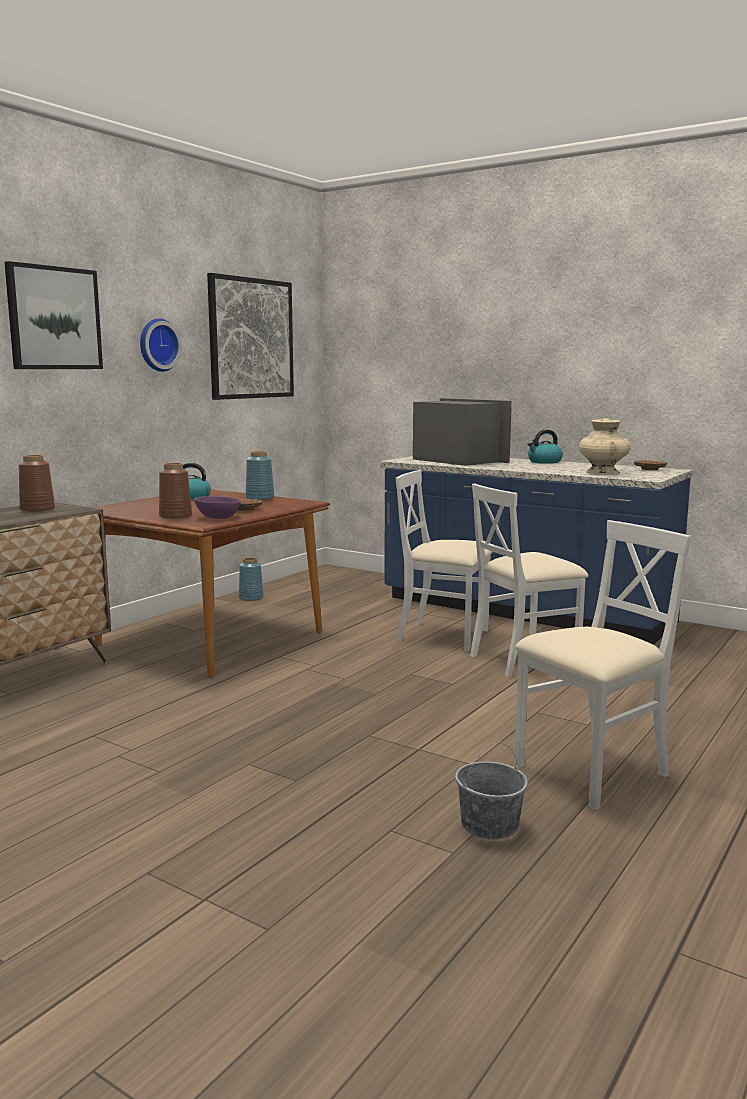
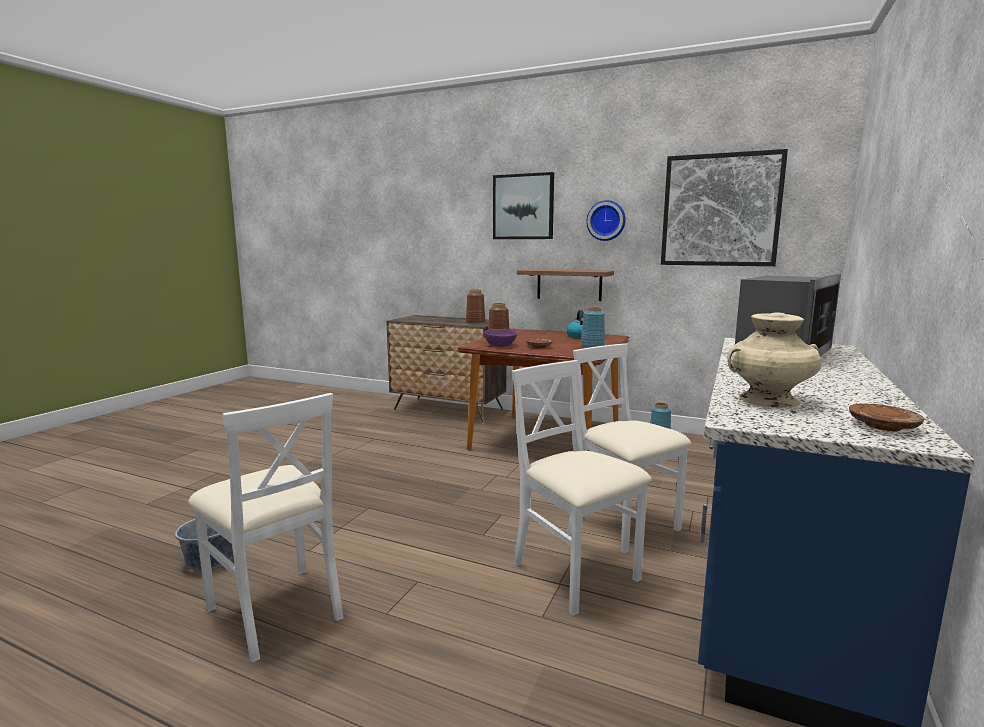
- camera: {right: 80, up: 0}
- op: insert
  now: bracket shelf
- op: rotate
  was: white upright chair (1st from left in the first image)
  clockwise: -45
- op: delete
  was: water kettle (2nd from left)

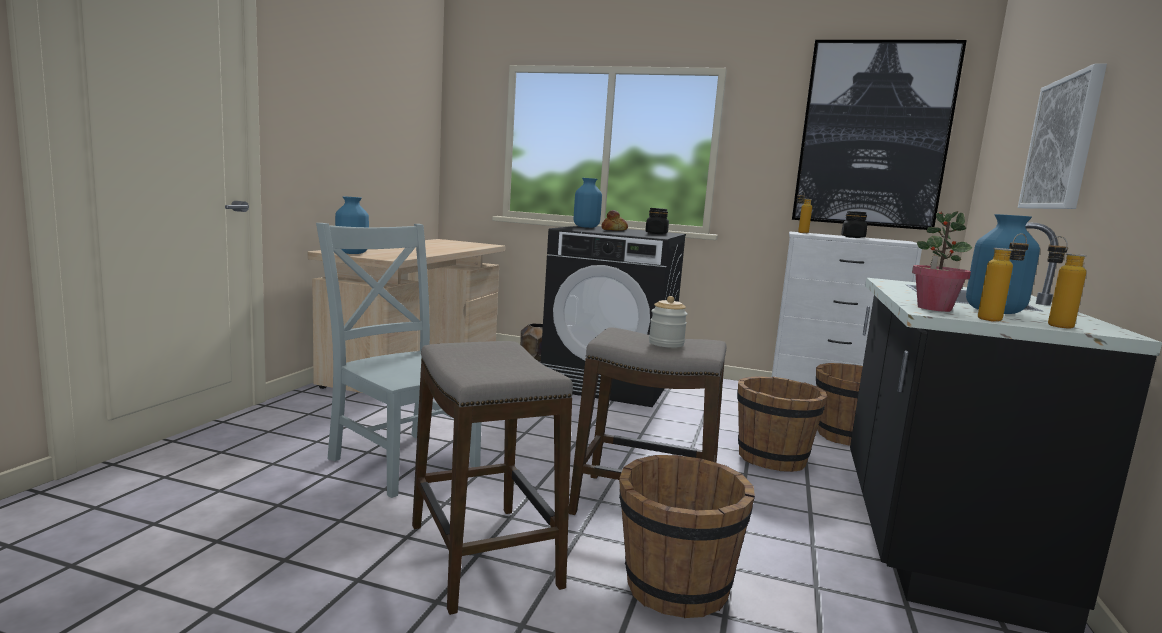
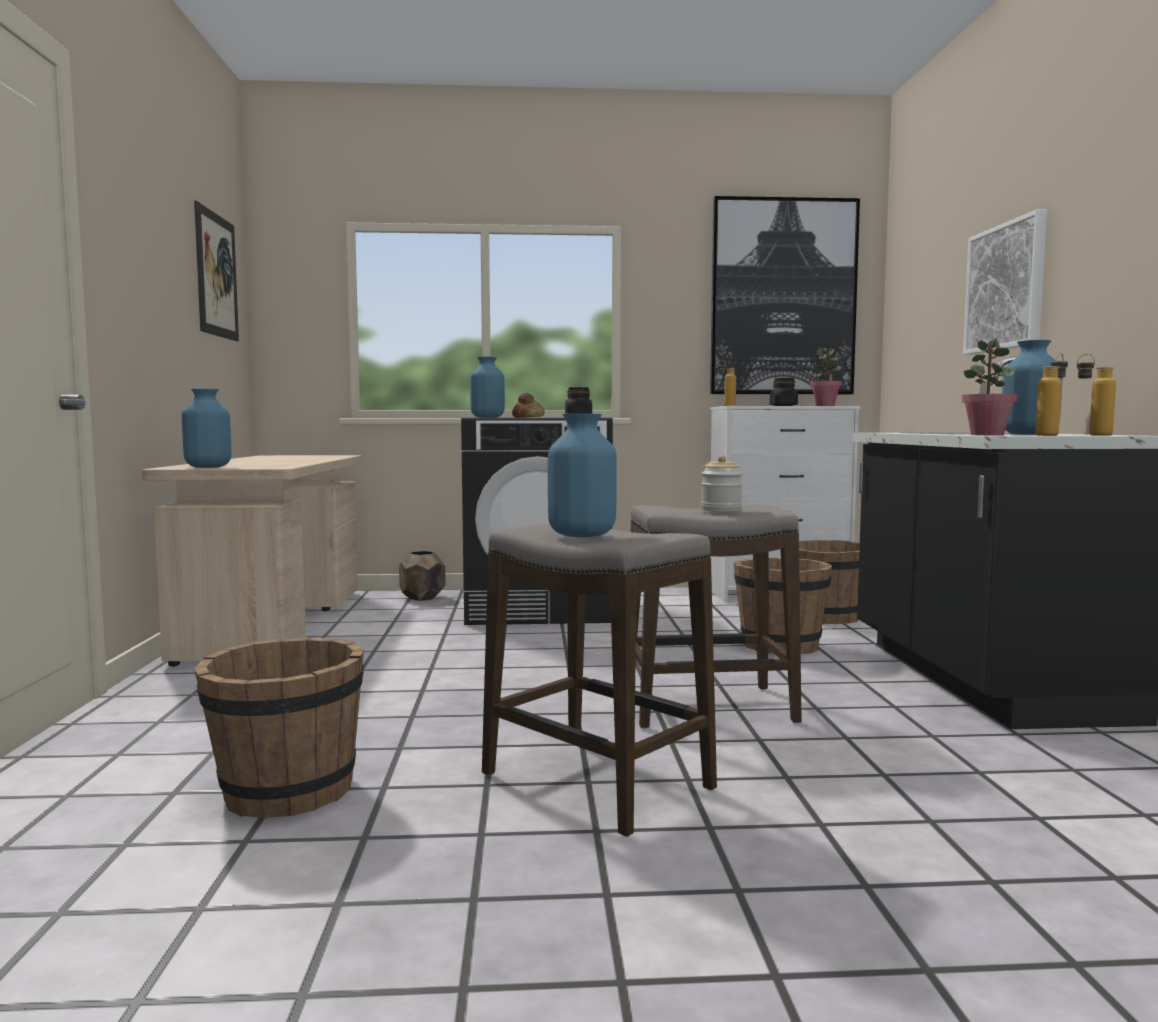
- camera: {right: -20, up: -5}
- op: insert
  now: wall art (1st from left)
- op: move
  was: brown water bucket (1st from left)
- op: insert
  now: blue-coloured decorative vase (3rd from left)
- op: insert
  now: potted plant (1st from left)
- op: delete
  was: grey upright chair

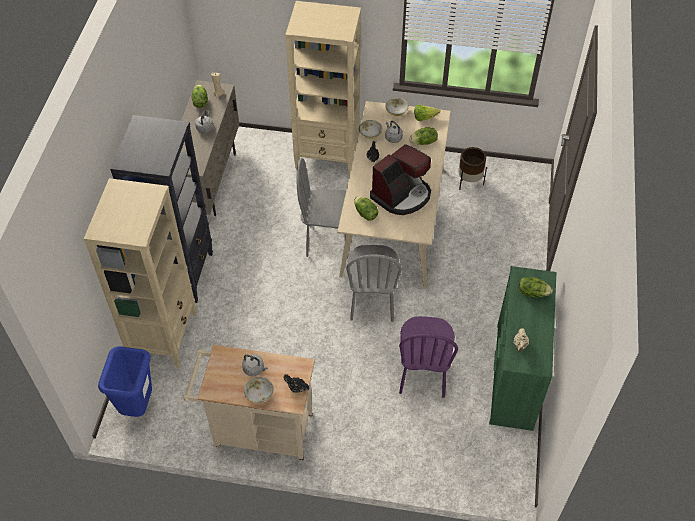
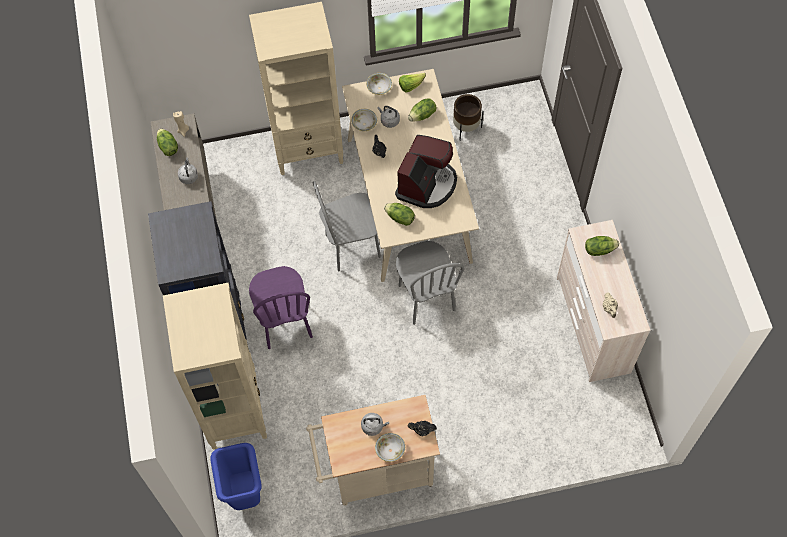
- camera: {right: -20, up: 10}
- op: move
  was: purple upright chair
- op: recolor
  was: greenish drawer chest
  now: beige-coloured drawer chest

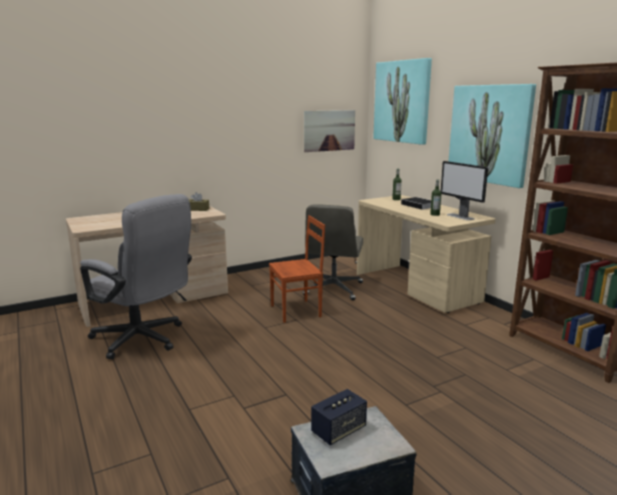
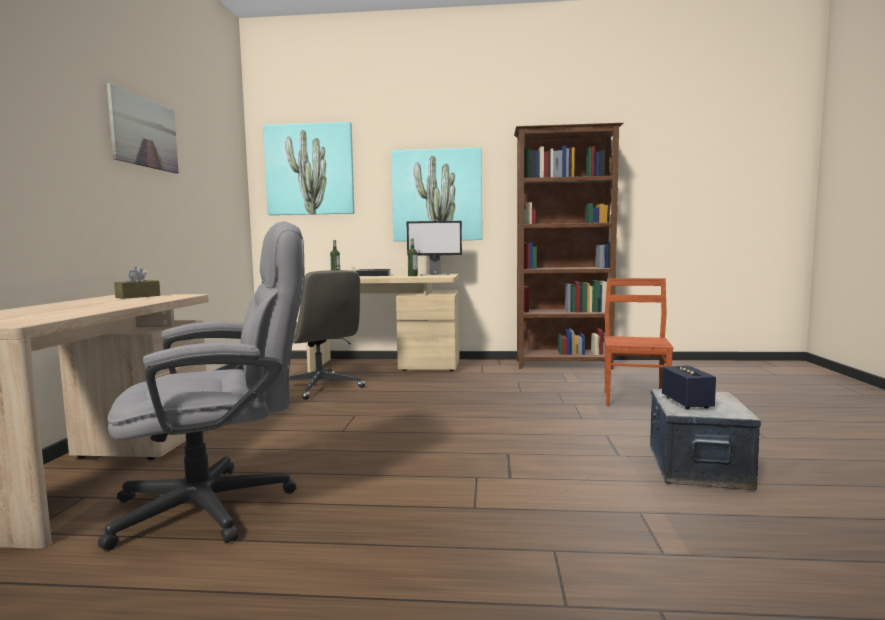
- camera: {right: -55, up: -10}
- op: move
  was: wall art (1st from left)
- op: move
  was: brown upright chair

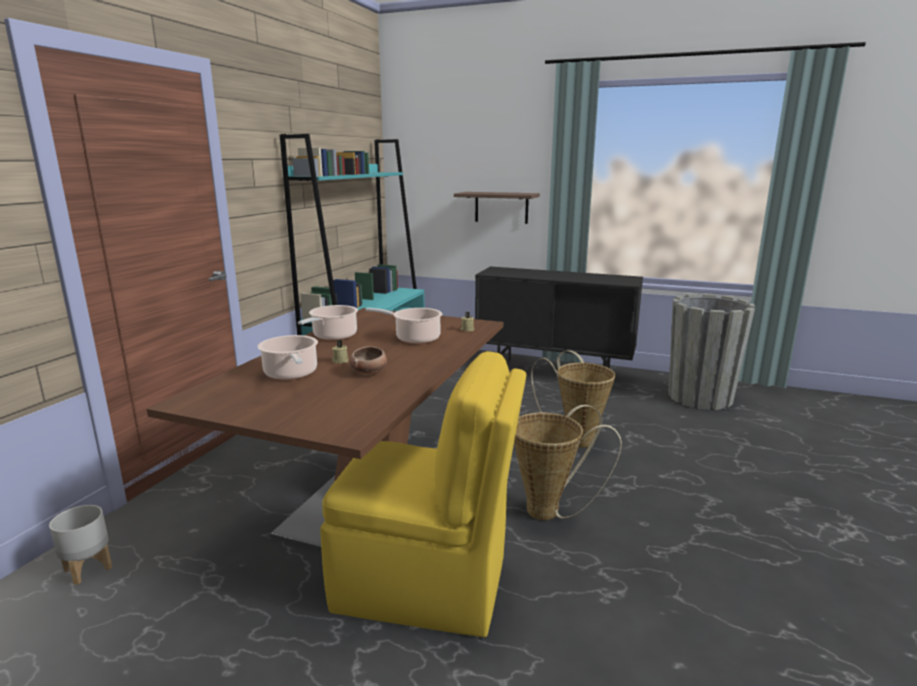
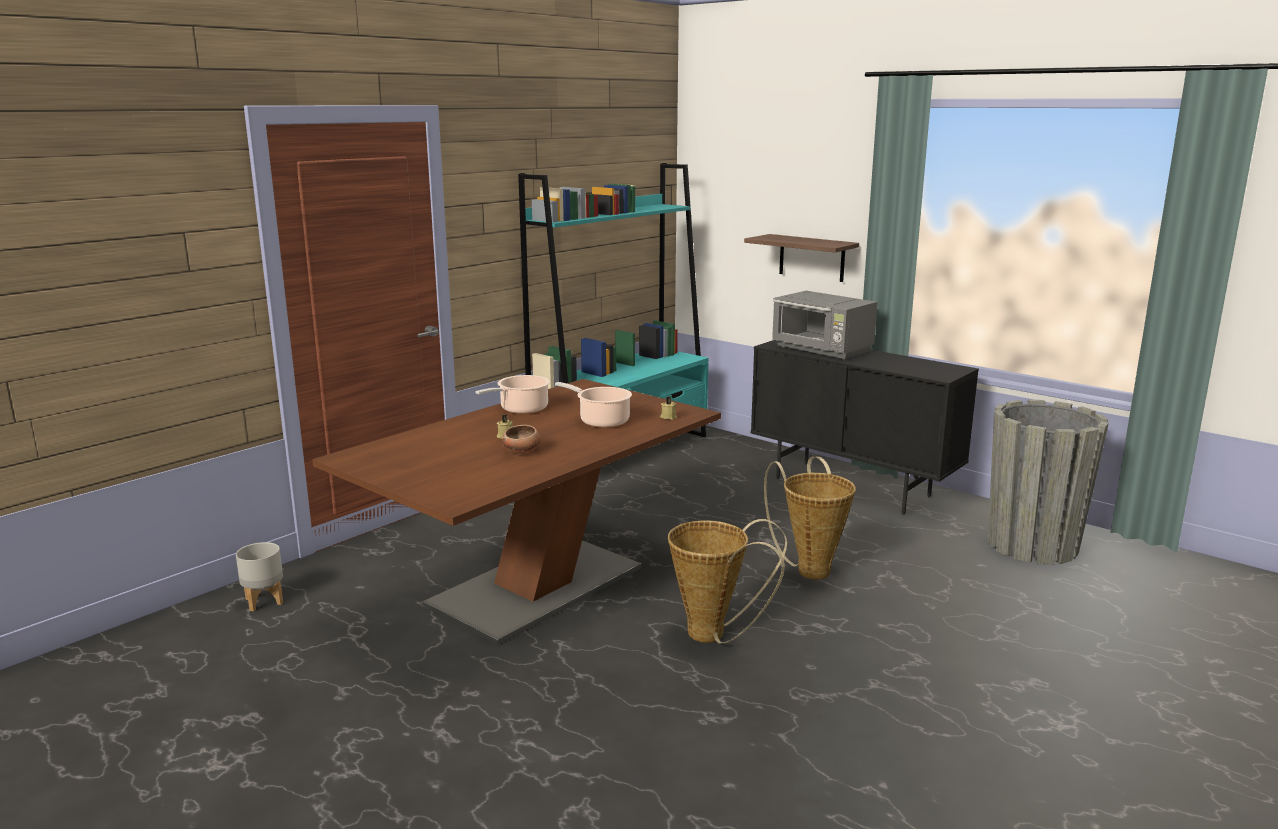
- camera: {right: 20, up: 0}
- op: insert
  now: grey microwave oven
- op: delete
  was: cooking pot (1st from left)
- op: delete
  was: yellow upright chair

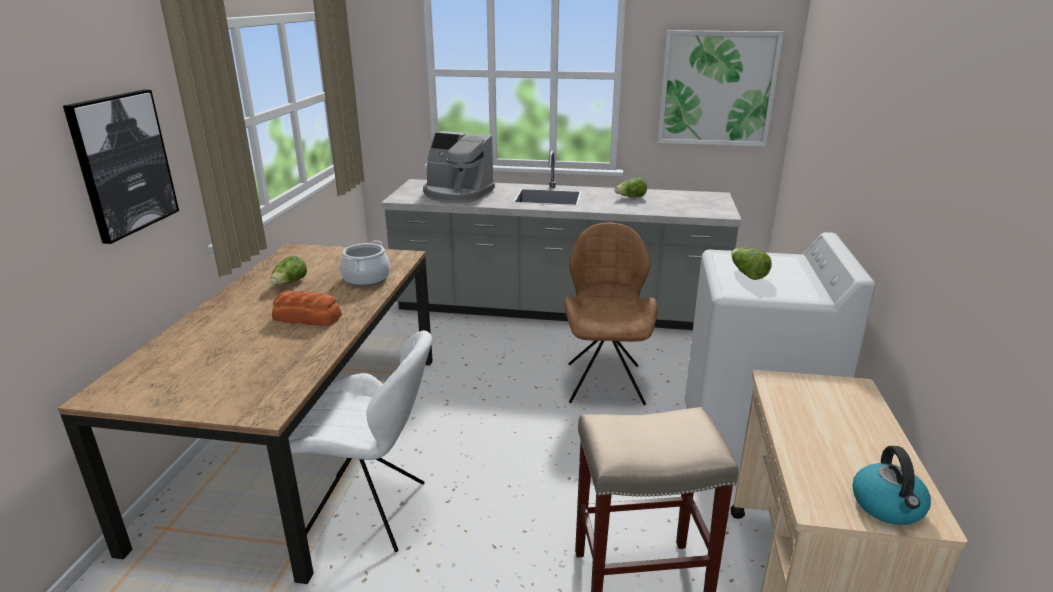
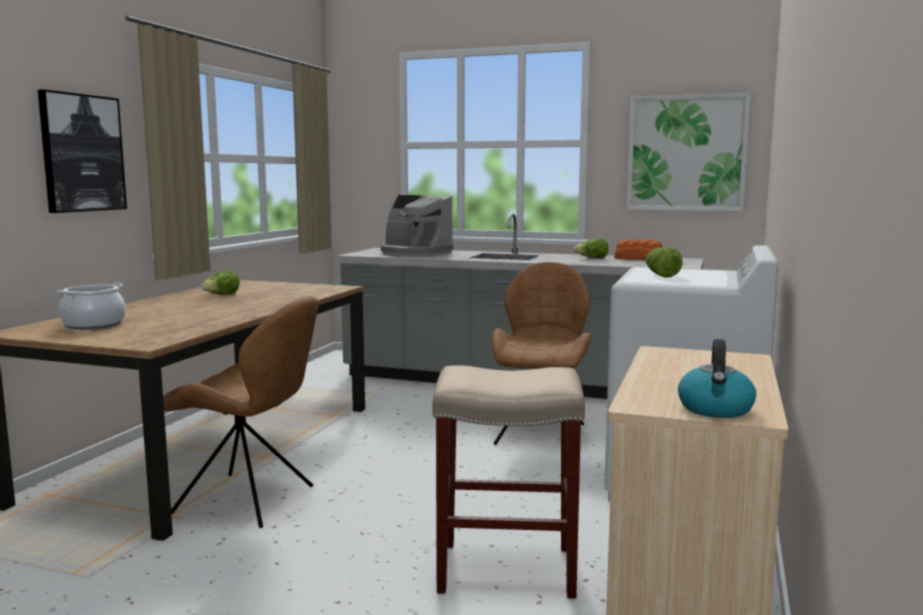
- camera: {right: 10, up: -15}
- op: move
  was: cooking pot
- op: recolor
  was: white upright chair
  now: brown upright chair (1st from left)
- op: move
  was: bread

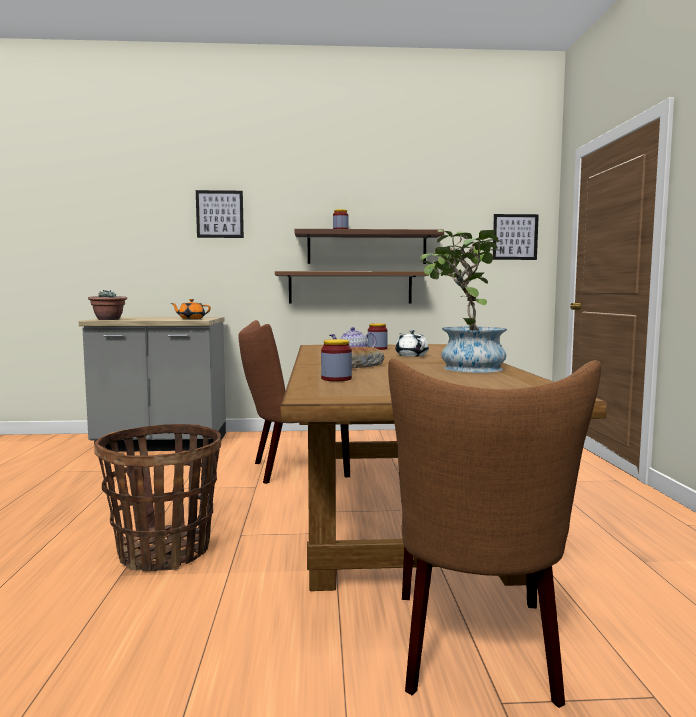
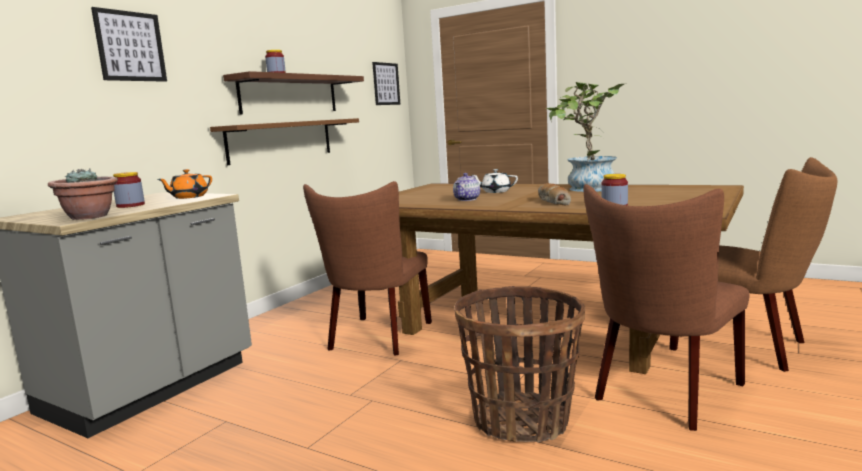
- camera: {right: -55, up: 5}
- op: move
  was: preserve jar (3rd from left in the first image)
  now: preserve jar (1st from left)
- op: insert
  now: brown upright chair (2nd from left)

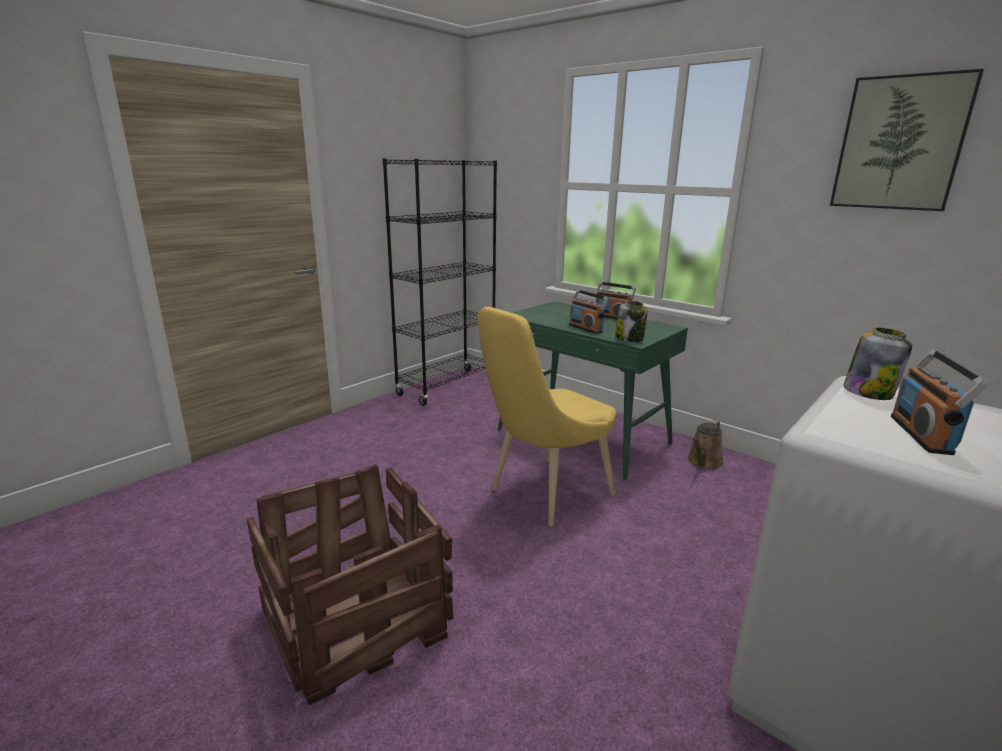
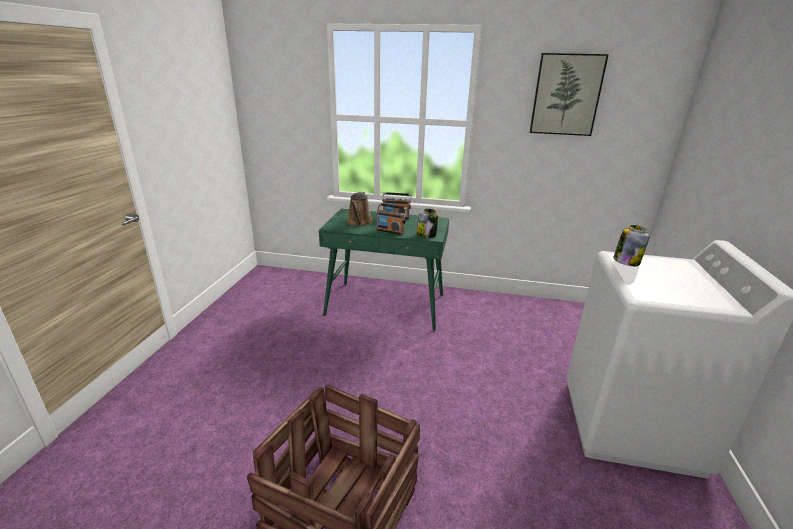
- camera: {right: -30, up: 5}
- op: move
  was: brown sprinkling can
- op: delete
  was: black-coloured shelving unit
- op: delete
  was: yellow upright chair
- op: delete
  was: radio set (3rd from left)

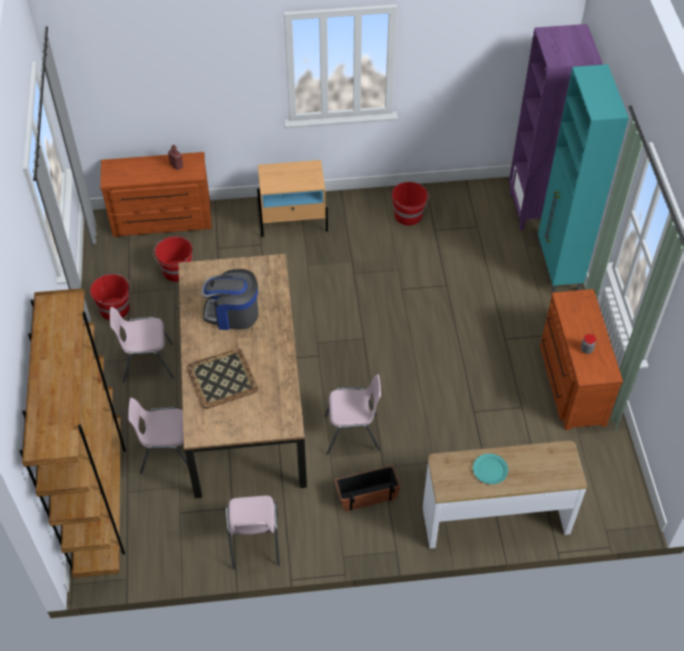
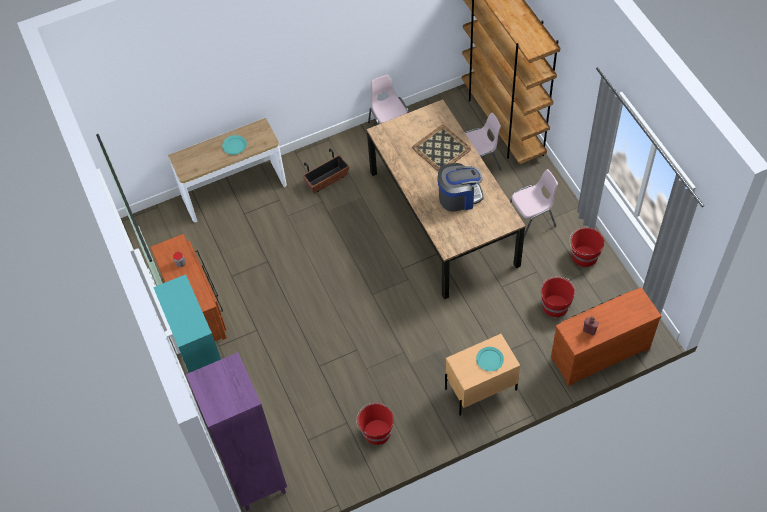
- camera: {right: 165, up: 5}
- op: insert
  now: turquoise dinner plate (2nd from left)
- op: delete
  was: pinkish upright chair (4th from left)

